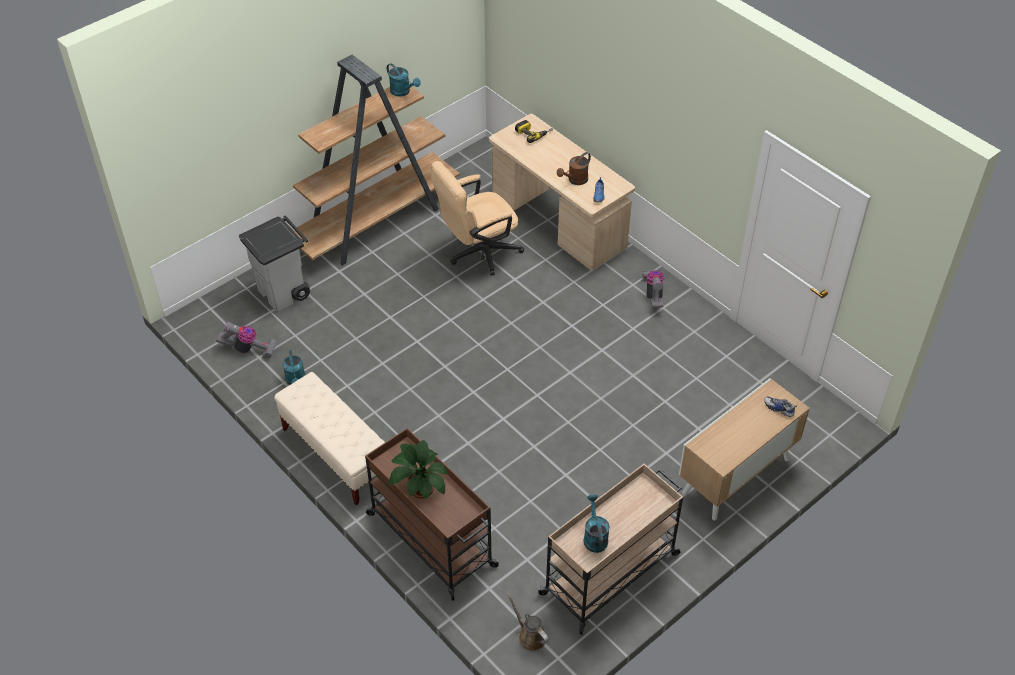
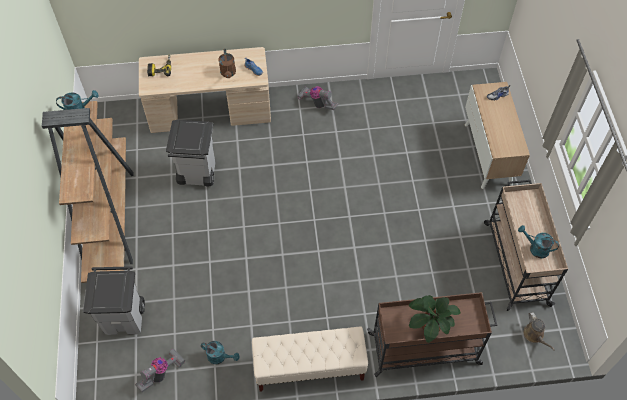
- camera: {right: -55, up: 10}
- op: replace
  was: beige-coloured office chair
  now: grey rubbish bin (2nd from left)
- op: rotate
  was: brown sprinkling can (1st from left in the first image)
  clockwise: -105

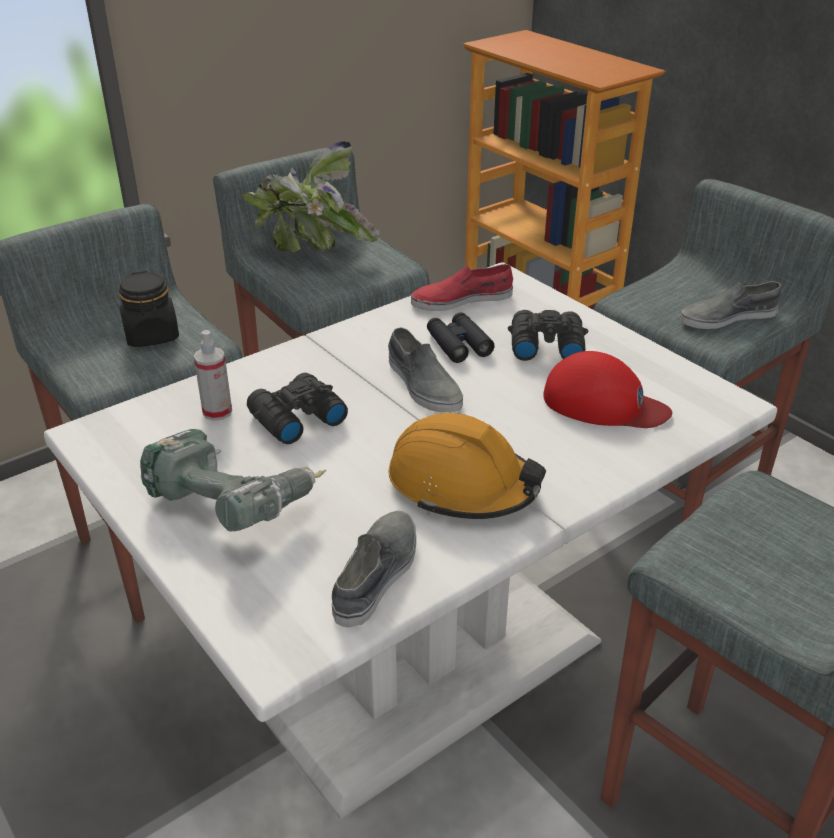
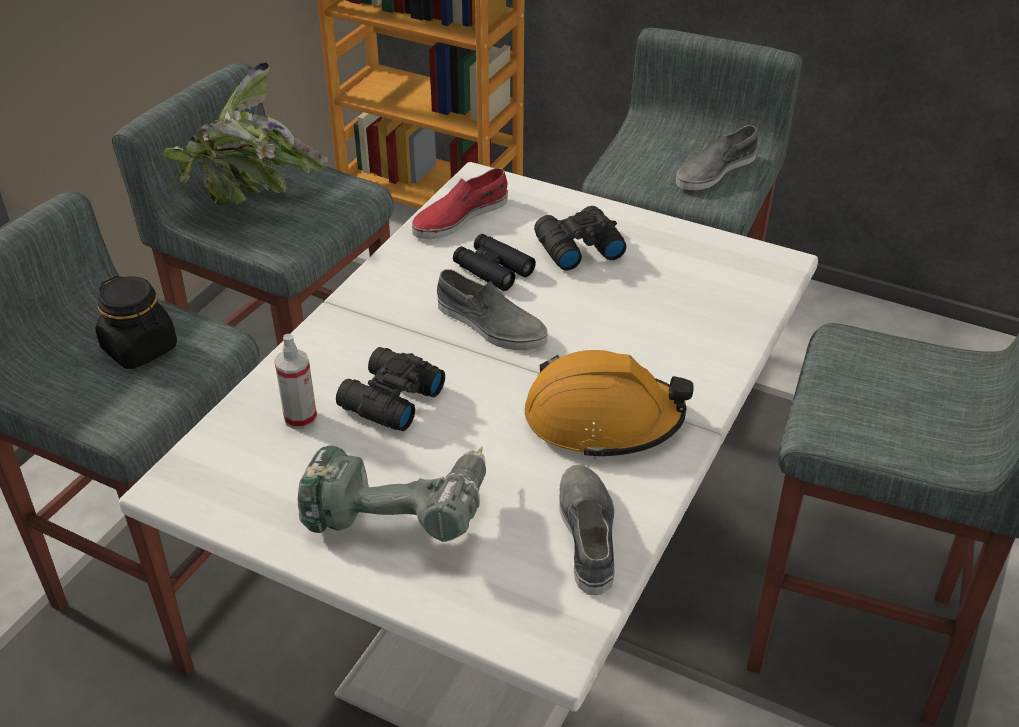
- camera: {right: -25, up: 5}
- op: delete
  was: red-coloured cap

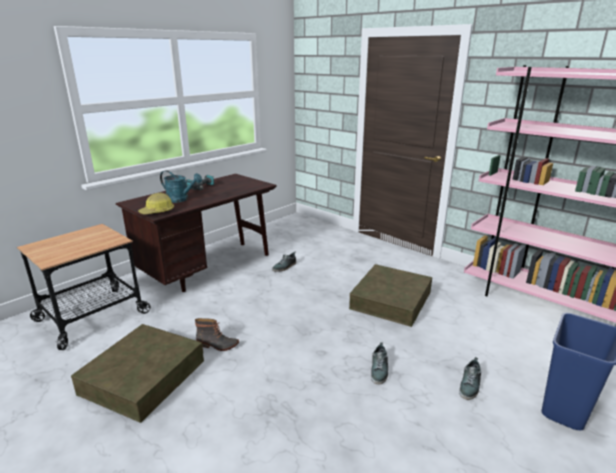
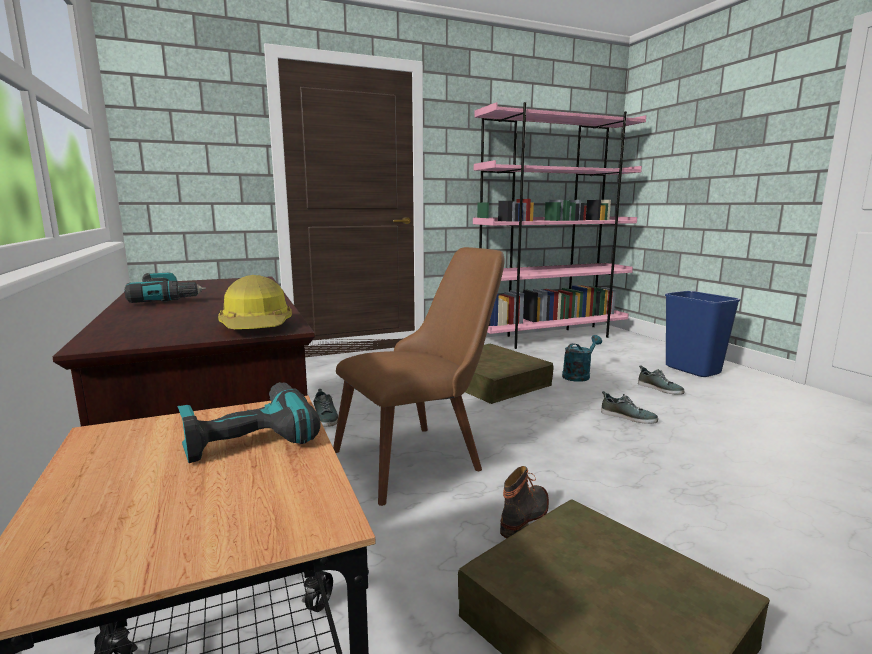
- camera: {right: -65, up: -10}
- op: insert
  now: power drill (2nd from left)
- op: insert
  now: brown upright chair
- op: move
  was: turquoise sprinkling can

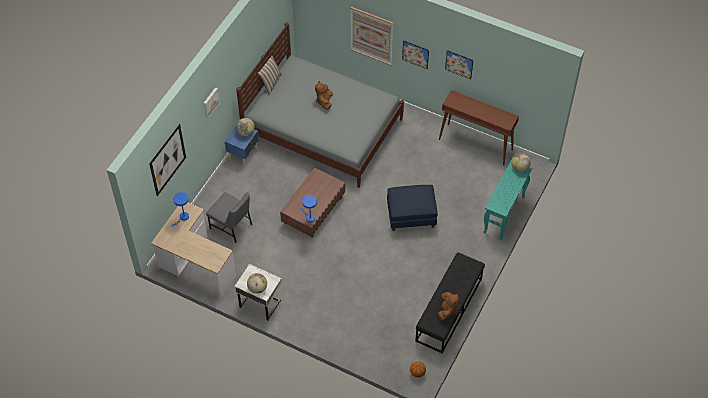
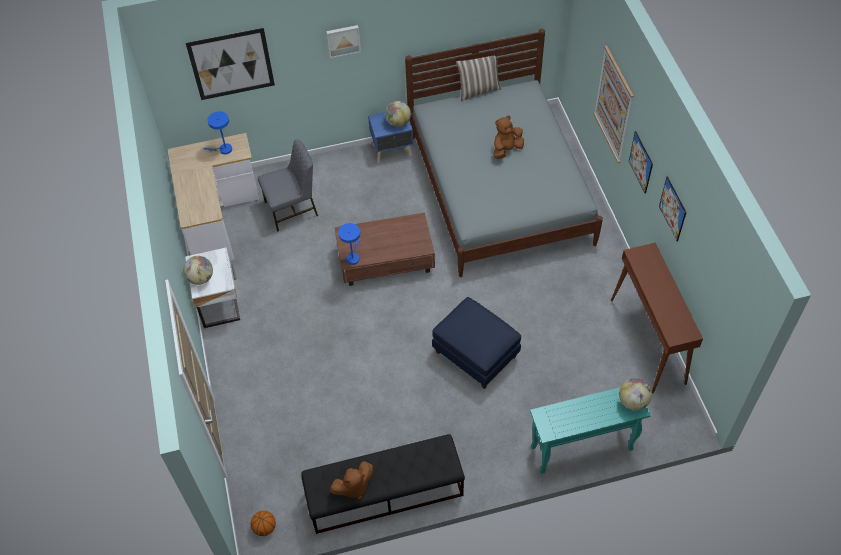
- camera: {right: 50, up: 0}
- op: rotate
  was: grey upright chair
  clockwise: -105

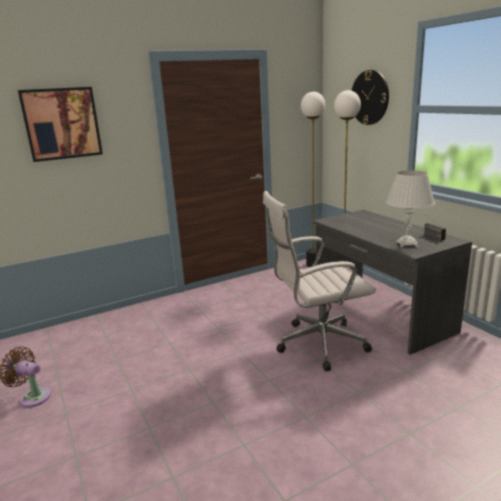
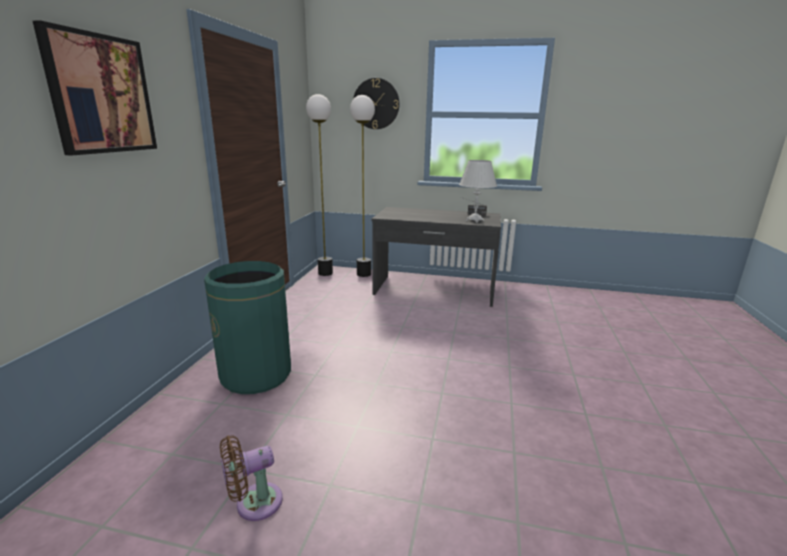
- camera: {right: -50, up: 0}
- op: insert
  now: greenish rubbish bin
- op: delete
  was: white office chair

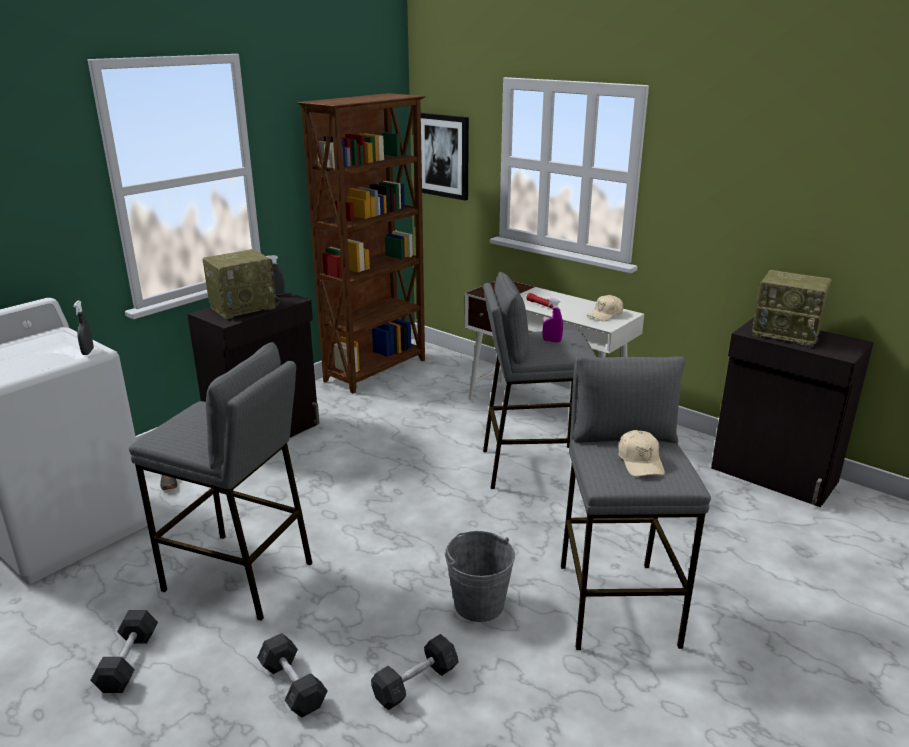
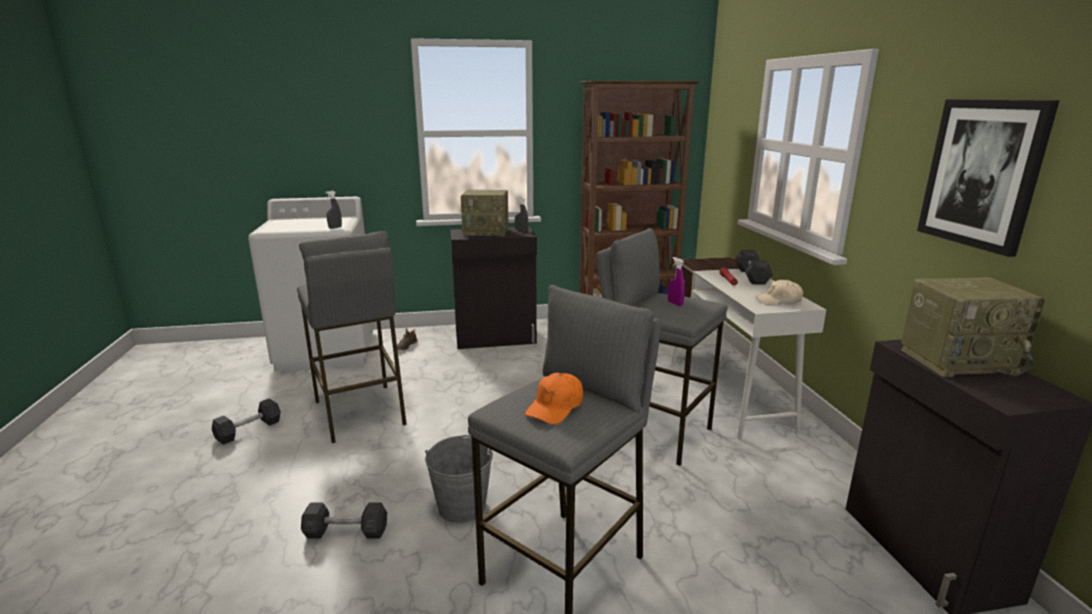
- camera: {right: 40, up: -5}
- op: recolor
  was: beige-coloured cap (2nd from left)
  now: orange-coloured cap
- op: move
  was: grey free weight (2nd from left in the first image)
  now: grey free weight (3rd from left)
- op: rotate
  was: radio set (2nd from left)
  clockwise: -75
- op: move
  was: wall art

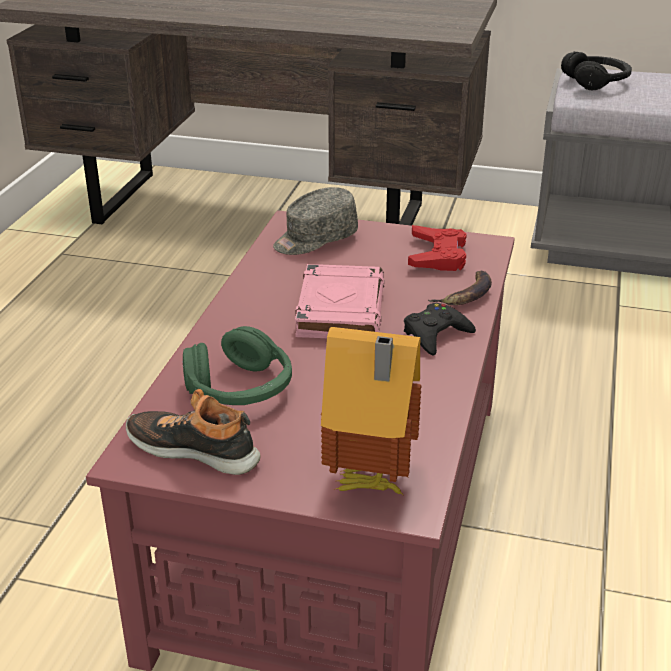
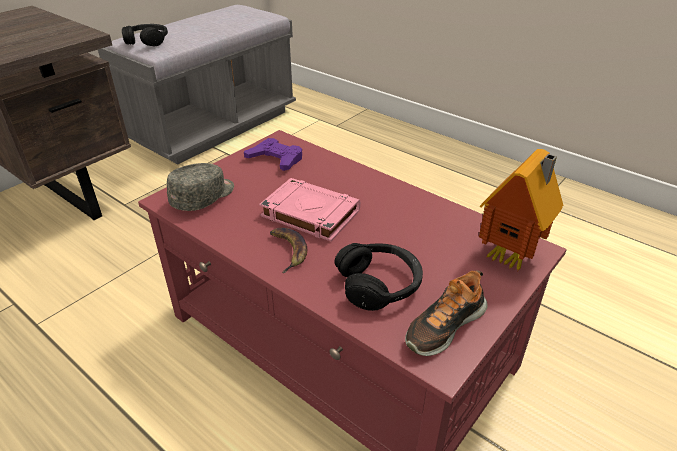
- camera: {right: -65, up: 5}
- op: rotate
  was: grey cap
  clockwise: -135
- op: recolor
  was: red-coloured game controller
  now: purple game controller
- op: move
  was: banana fruit
- op: recolor
  was: greenish headphones
  now: black-coloured headphones (2nd from left)
- op: delete
  was: black-coloured game controller

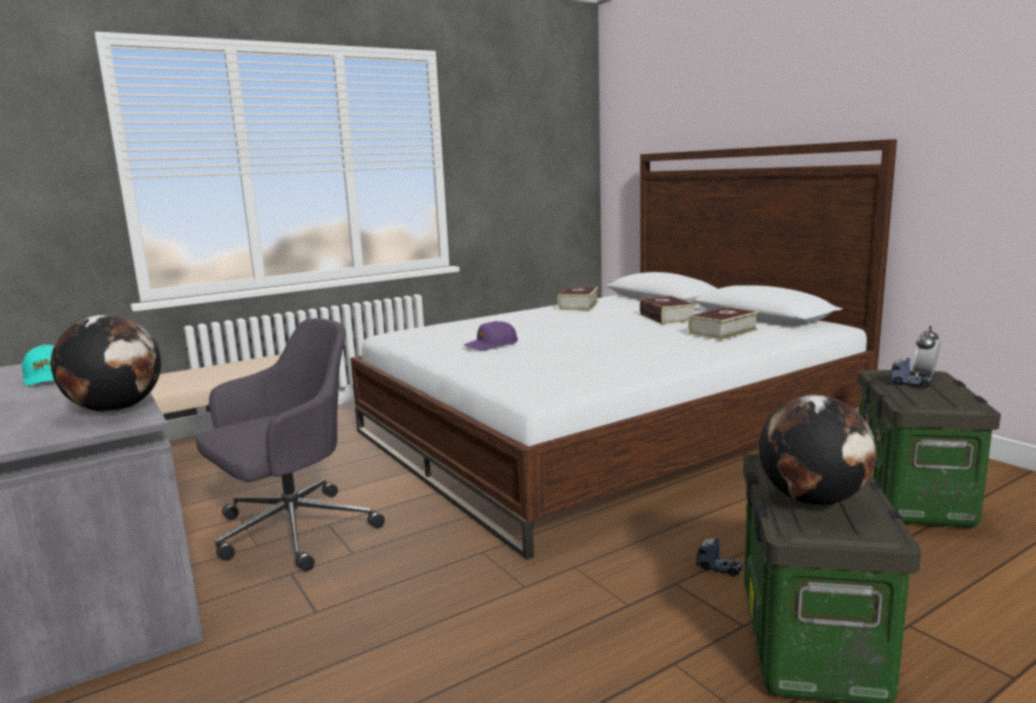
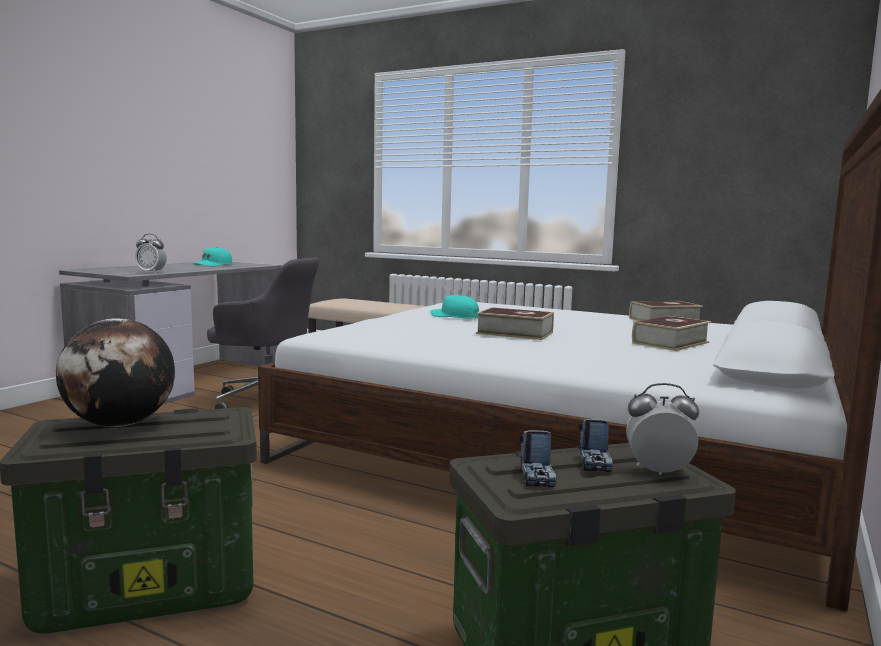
- camera: {right: 60, up: -5}
- op: replace
  was: desk globe (1st from left)
  now: bedside clock (1st from left)
- op: recolor
  was: purple cap
  now: turquoise cap (2nd from left)
- op: move
  was: bound book (3rd from left in the first image)
  now: bound book (1st from left)
- op: move
  was: toy lorry (1st from left)

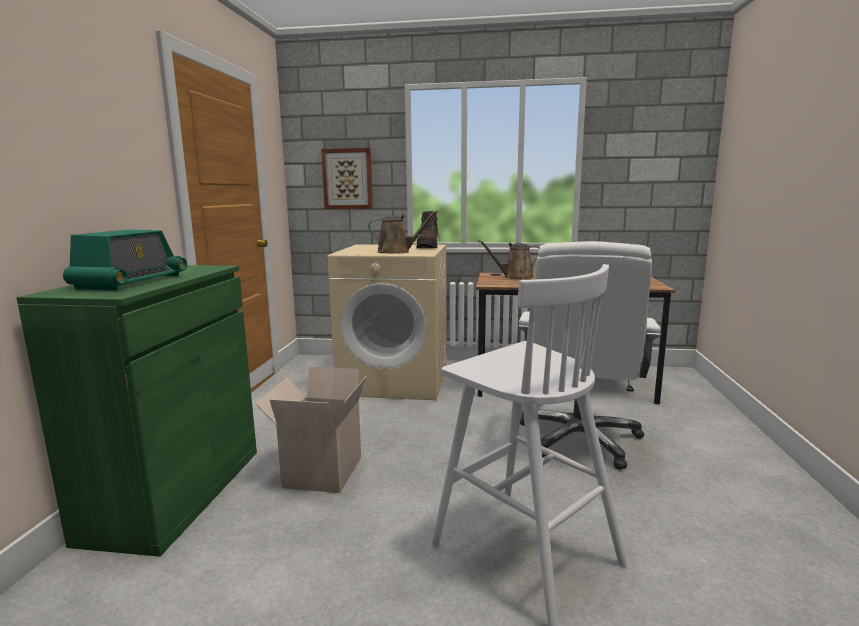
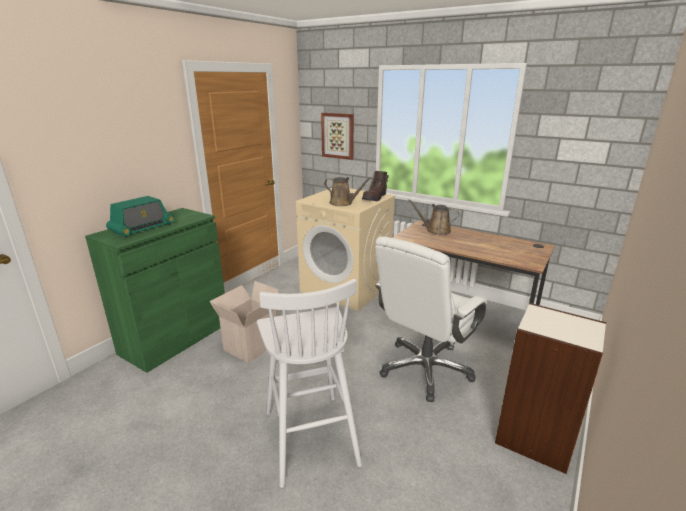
- camera: {right: 25, up: 10}
- op: insert
  now: shelving unit

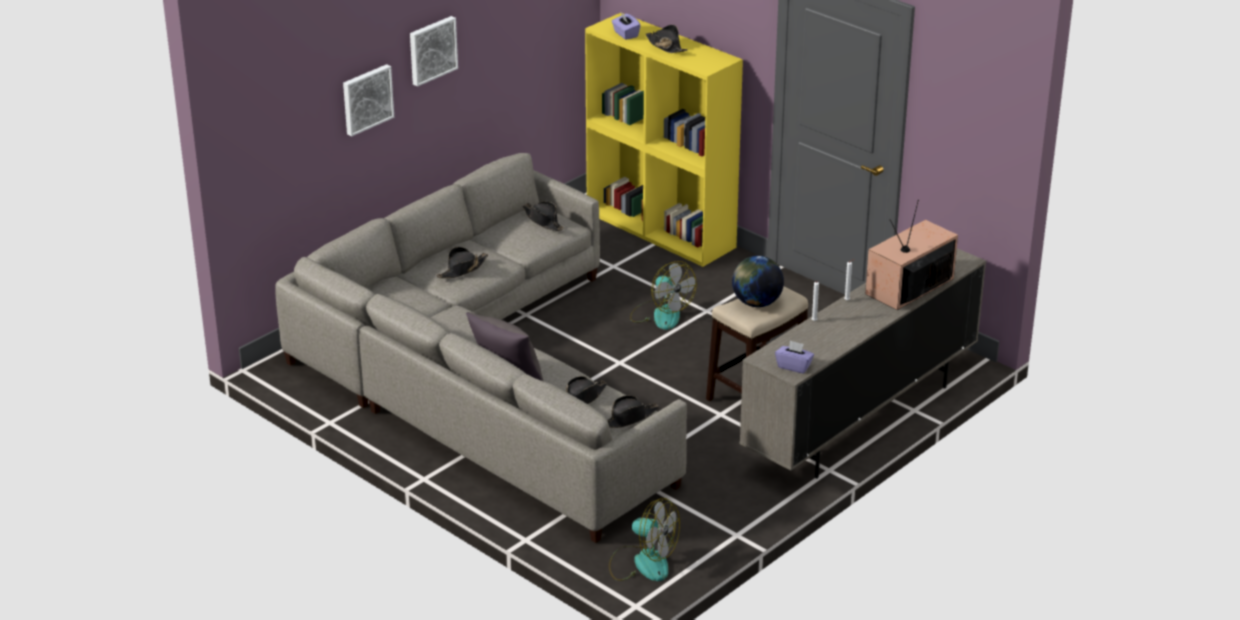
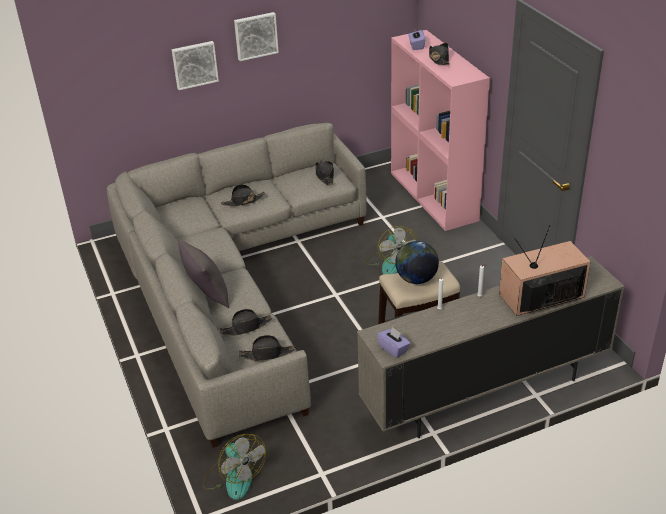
- camera: {right: 25, up: 5}
- op: recolor
  was: yellow shelving unit
  now: pinkish shelving unit

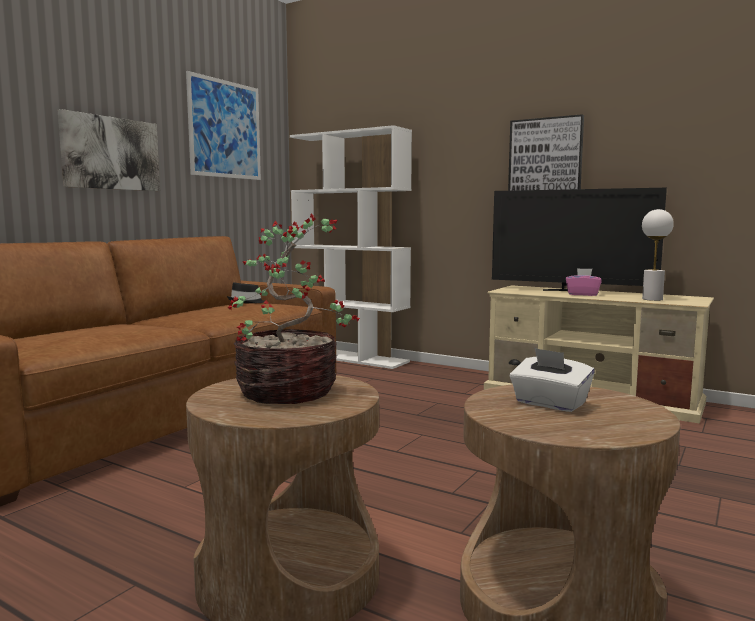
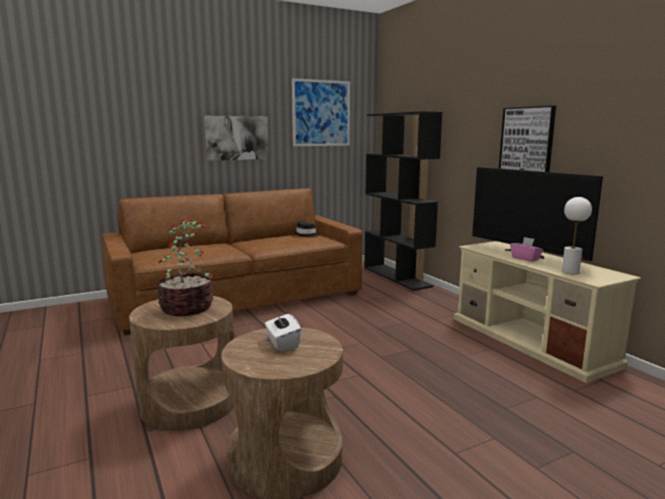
- camera: {right: 30, up: 5}
- op: recolor
  was: white shelving unit
  now: black-coloured shelving unit

